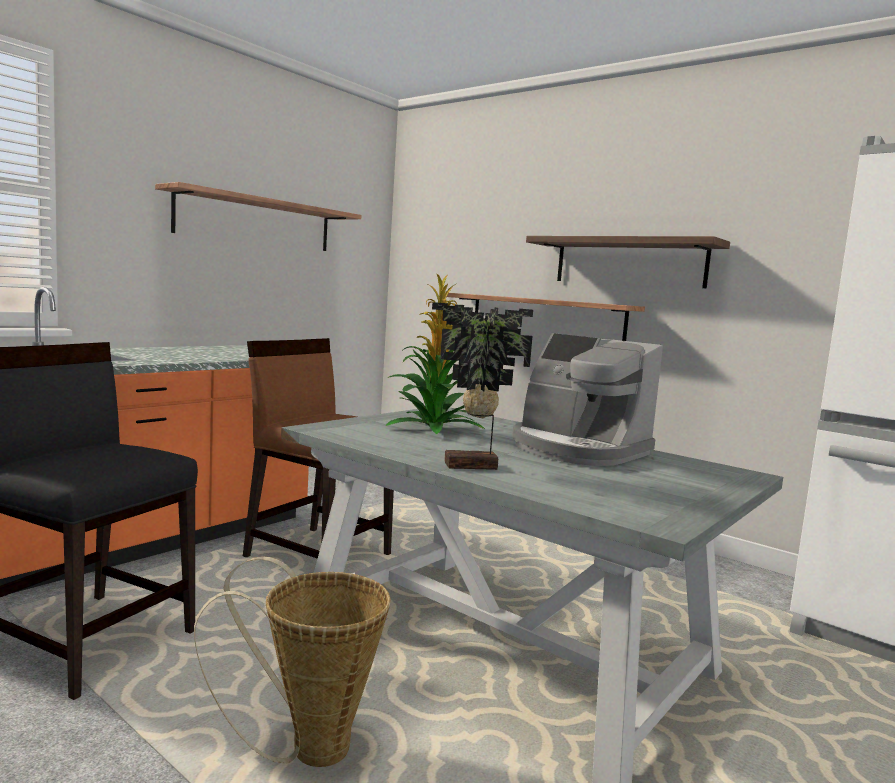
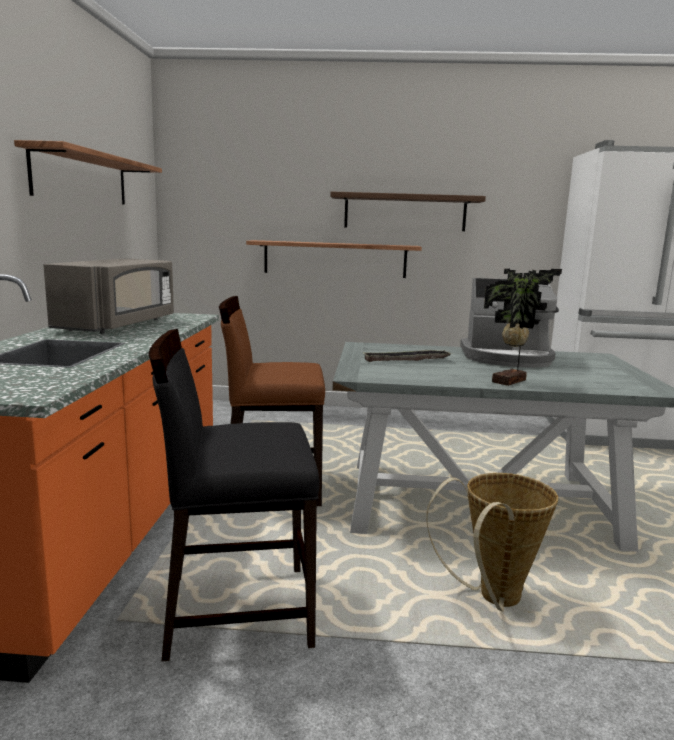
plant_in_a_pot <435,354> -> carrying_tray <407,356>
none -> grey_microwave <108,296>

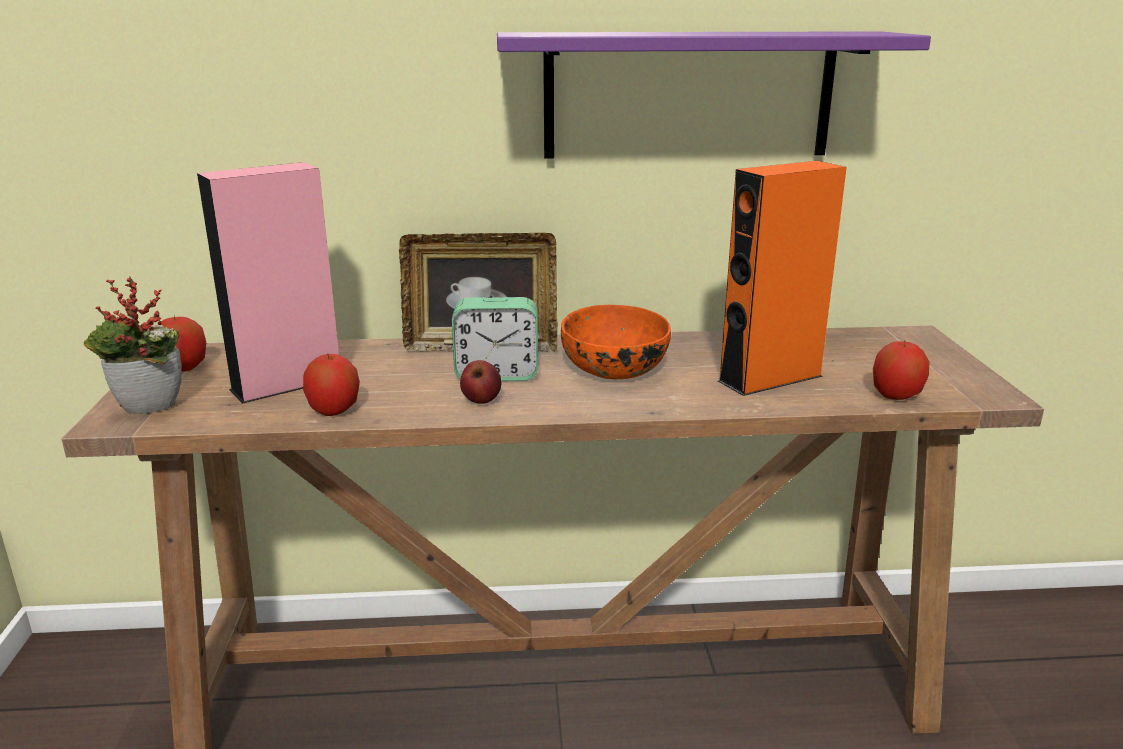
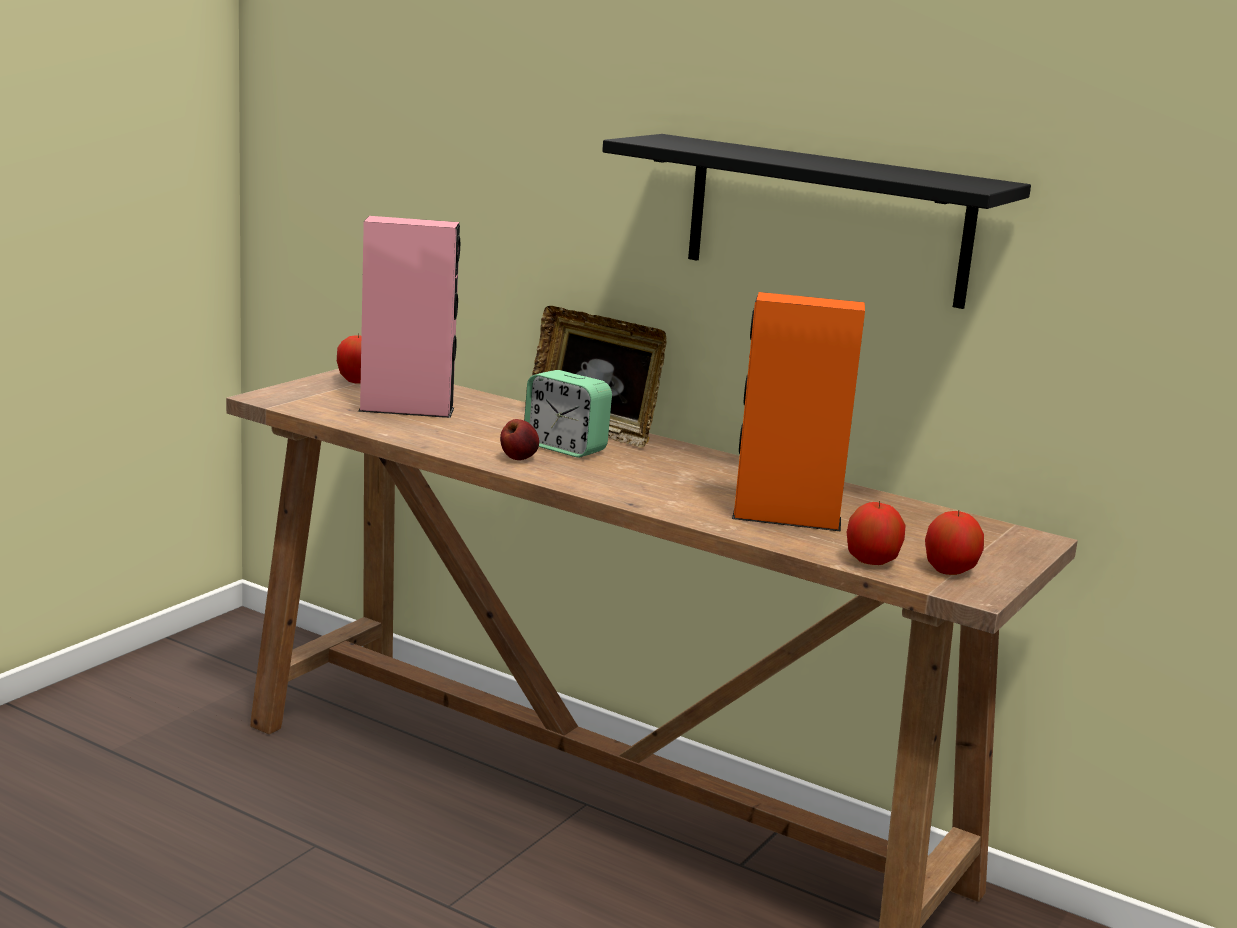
purple_shelf <714,94> -> black-coloured_shelf <816,221>
plant_in_a_pot <133,345> -> none
orange_bowl <616,342> -> none
apple_fruit <331,385> -> apple_fruit <954,542>, relocated

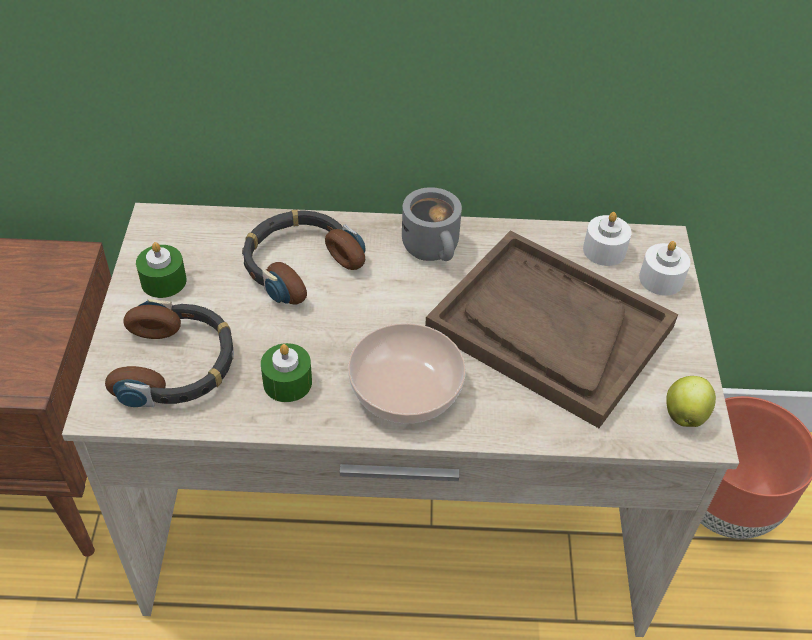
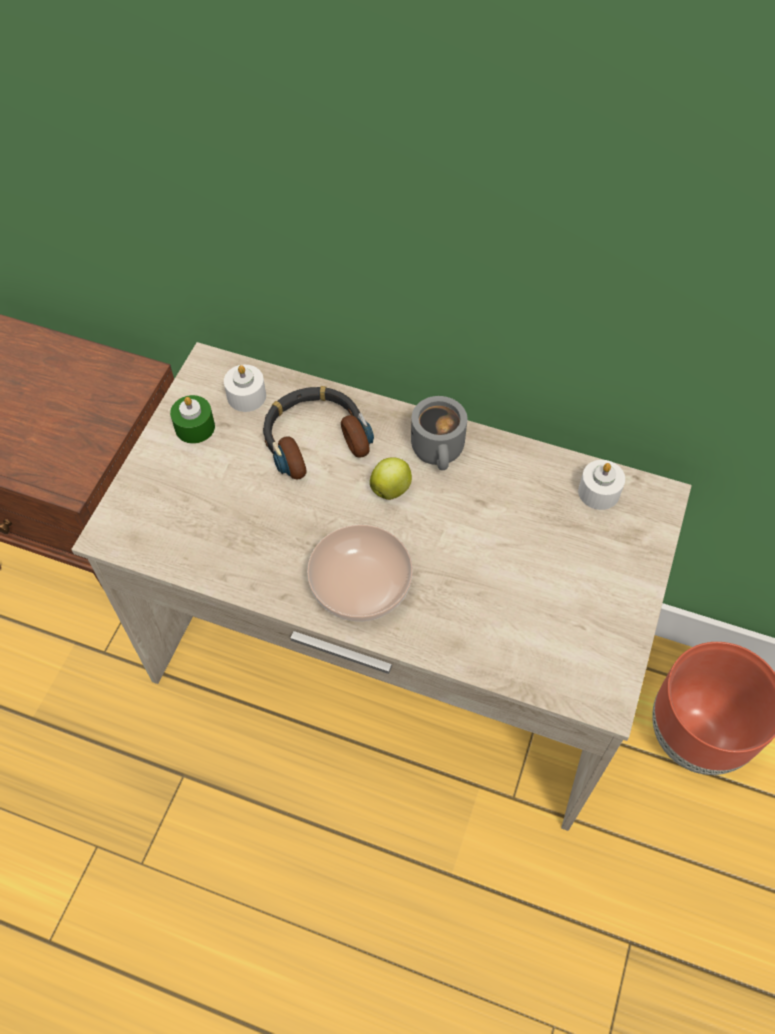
brownish_carrying_tray <551,329> -> none
white-coloured_wax_candle <664,268> -> white-coloured_wax_candle <245,388>, relocated
pair_of_headphones <169,353> -> none
greenish_wax_candle <286,372> -> none
apple_fruit <691,401> -> apple_fruit <391,478>, relocated

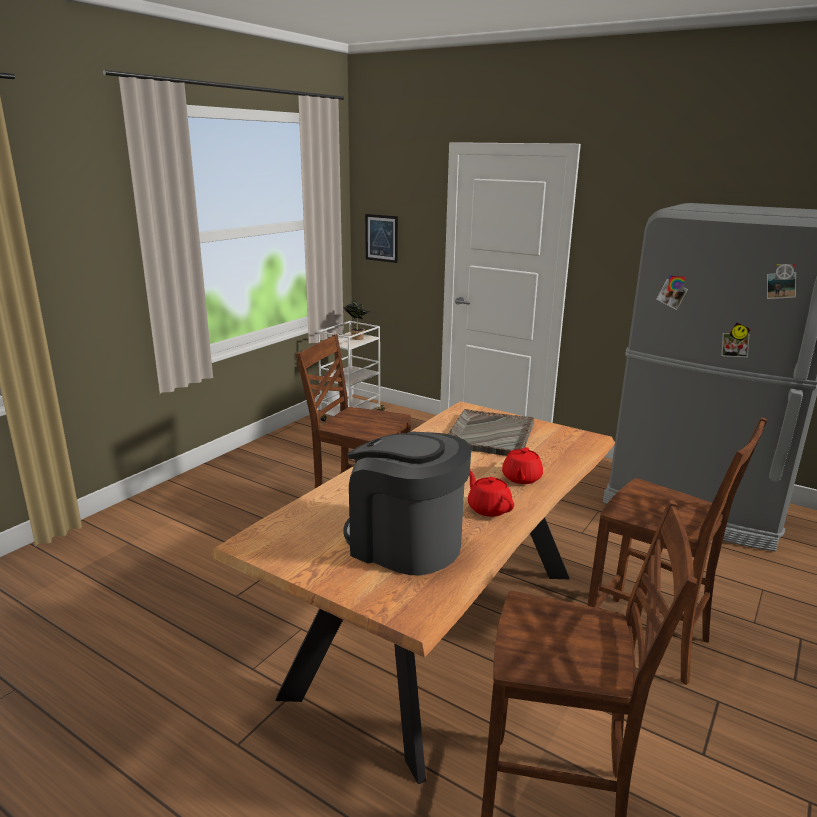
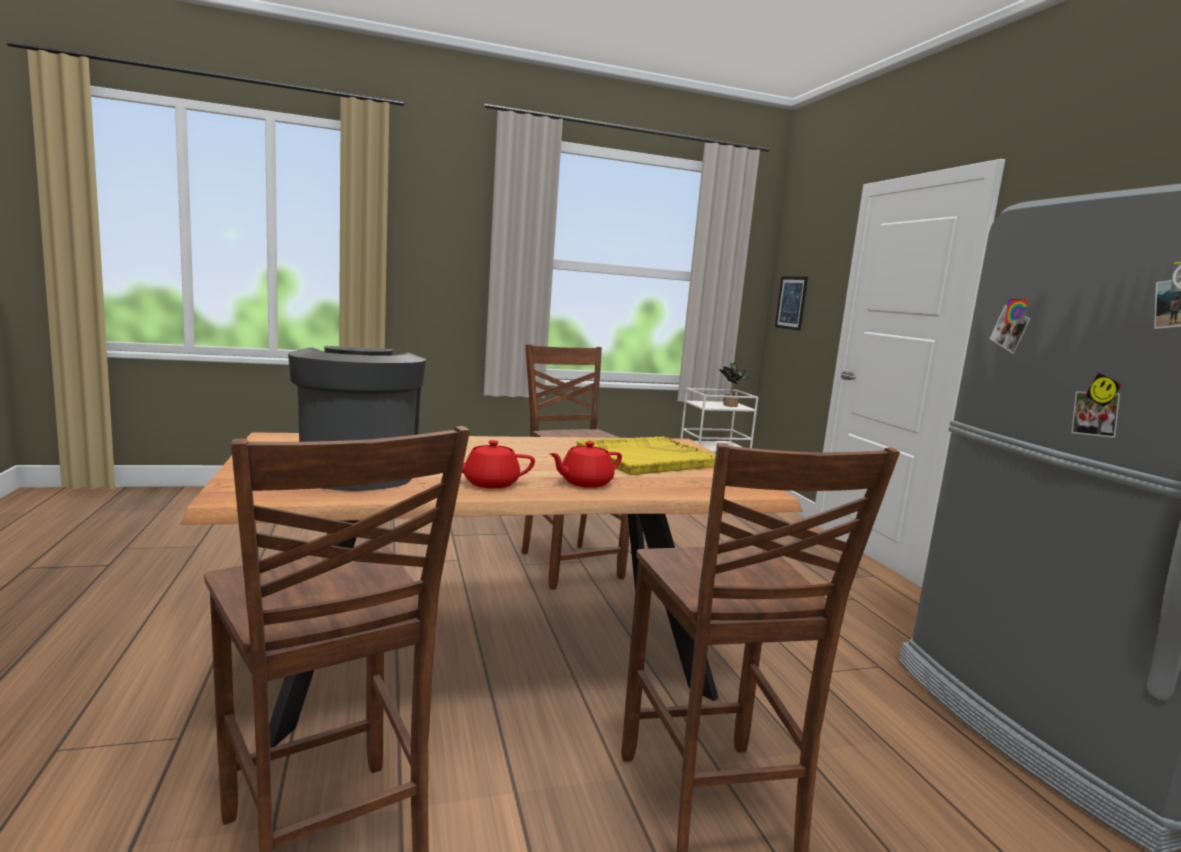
grey_carrying_tray <491,432> -> yellowish_carrying_tray <646,456>
reddish_teapot <491,494> -> reddish_teapot <498,464>, 105 degrees counterclockwise

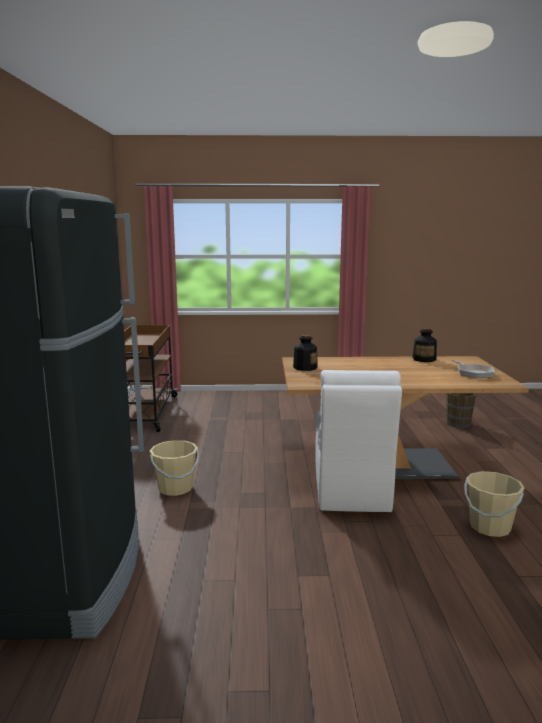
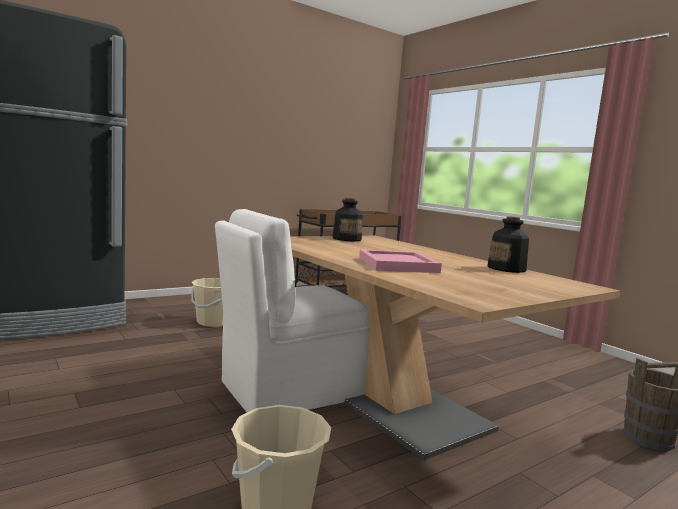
skillet <473,368> -> none
none -> pink-coloured_carrying_tray <400,261>

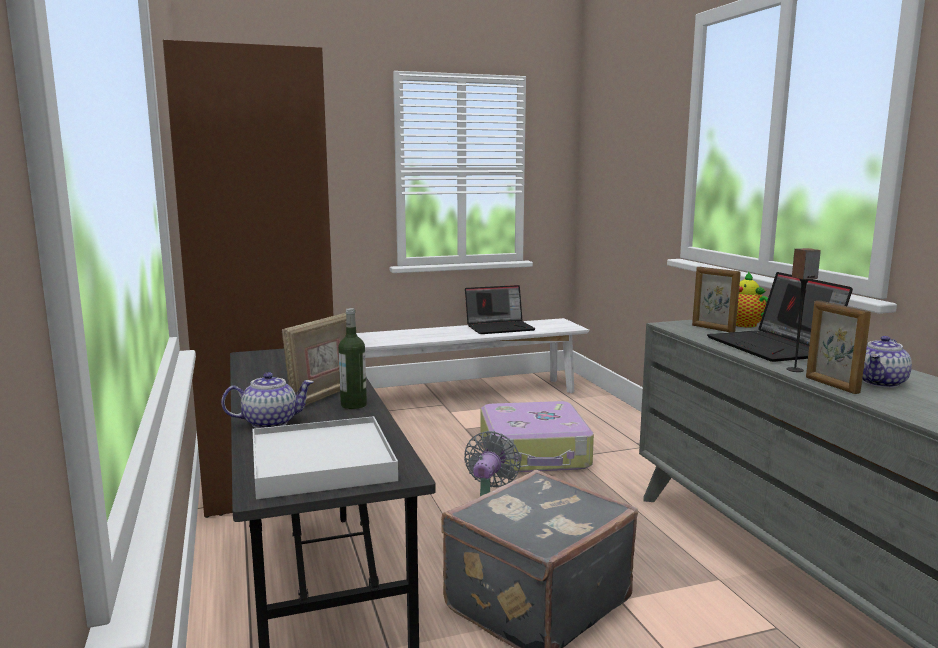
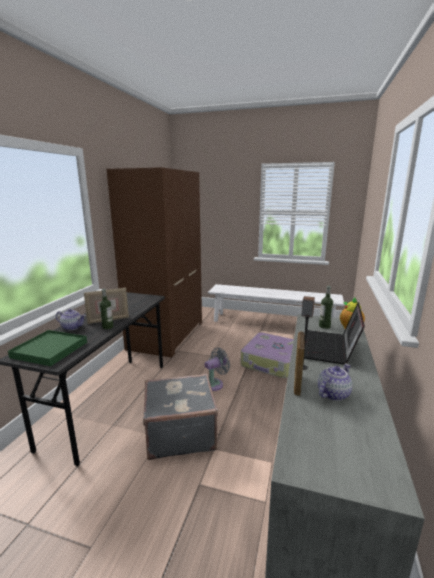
picture_frame <716,299> -> beverage_bottle <326,307>
notebook_computer <500,309> -> none
teapot <887,362> -> teapot <335,382>, 150 degrees clockwise
white-coloured_carrying_tray <325,457> -> greenish_carrying_tray <47,348>

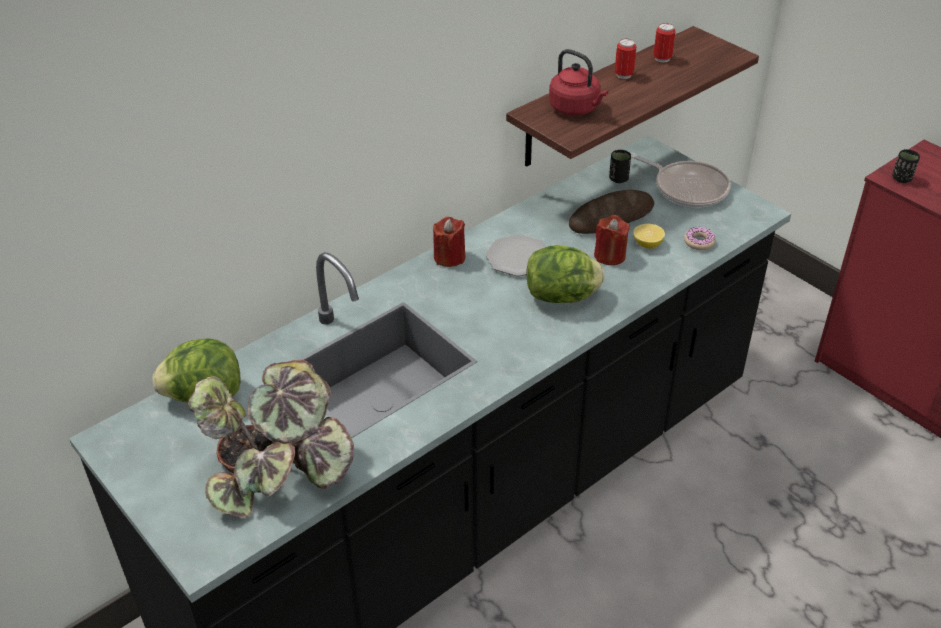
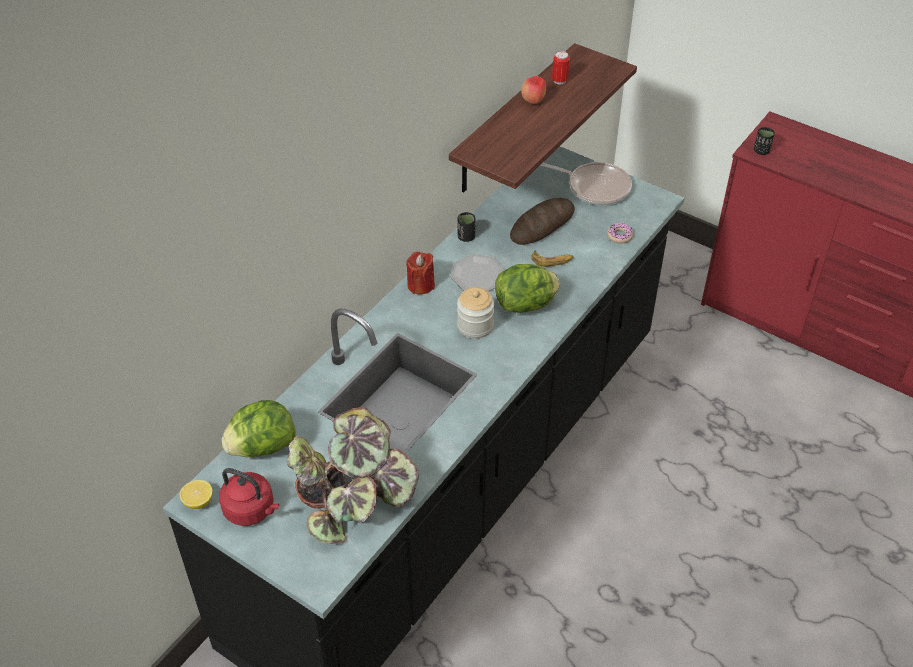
can <625,59> -> apple_fruit <533,90>
reddish_water_kettle <578,82> -> reddish_water_kettle <249,497>, relocated
black-coloured_cup <620,166> -> black-coloured_cup <466,227>, relocated
reddish_wax_candle <612,240> -> whole_banana <552,258>
whole_lemon <649,236> -> whole_lemon <196,494>, relocated
none -> storage_jar <475,313>

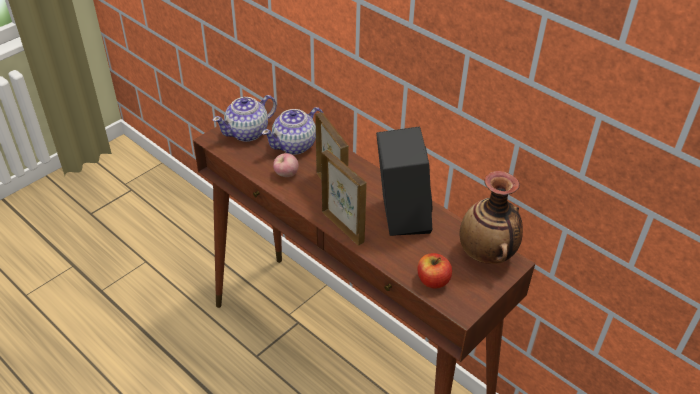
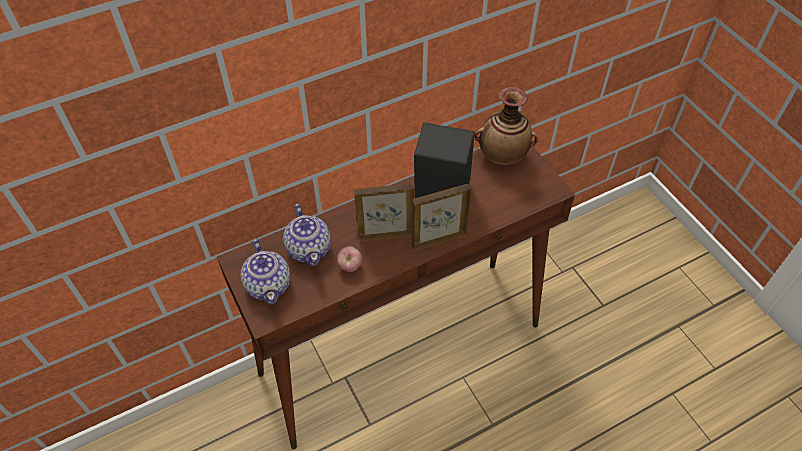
apple_fruit <434,270> -> none

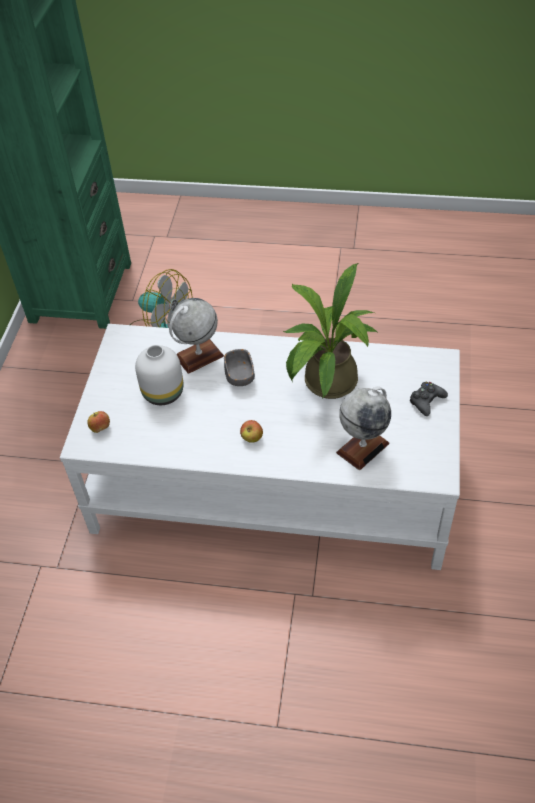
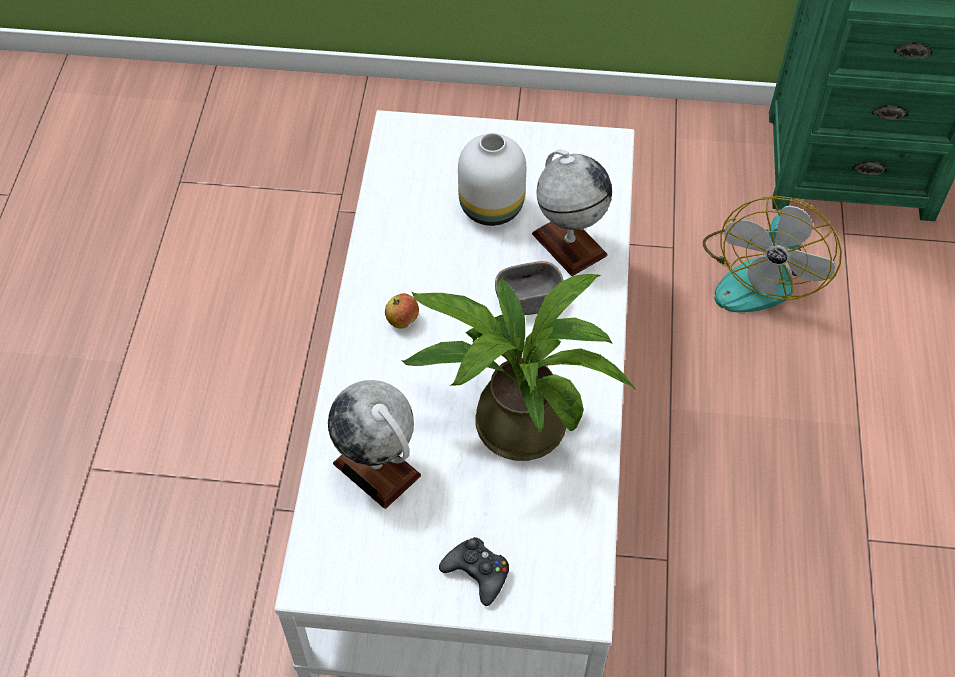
apple_fruit <98,422> -> none

